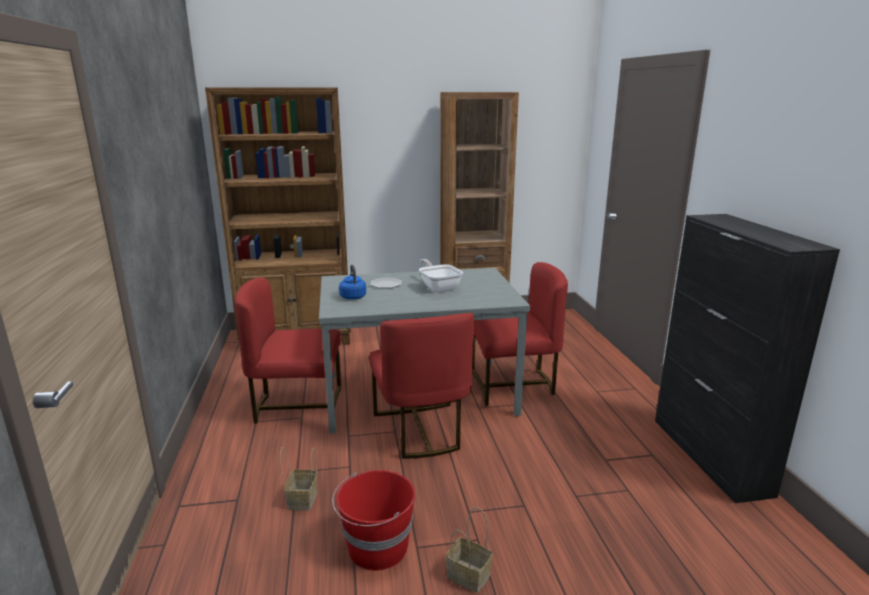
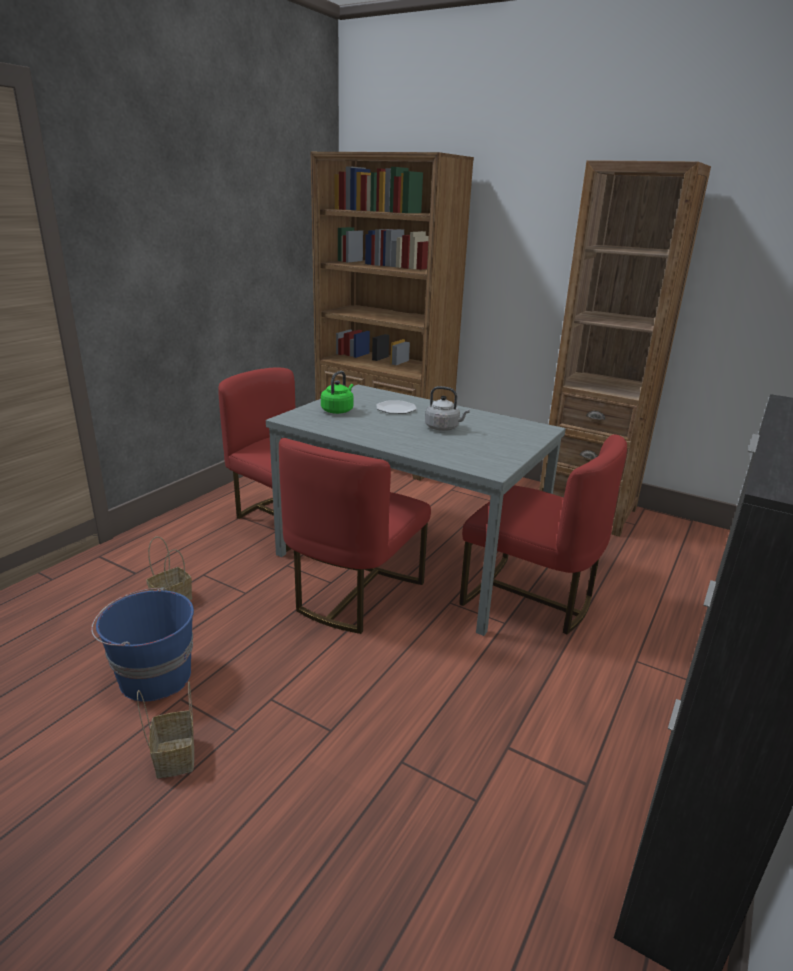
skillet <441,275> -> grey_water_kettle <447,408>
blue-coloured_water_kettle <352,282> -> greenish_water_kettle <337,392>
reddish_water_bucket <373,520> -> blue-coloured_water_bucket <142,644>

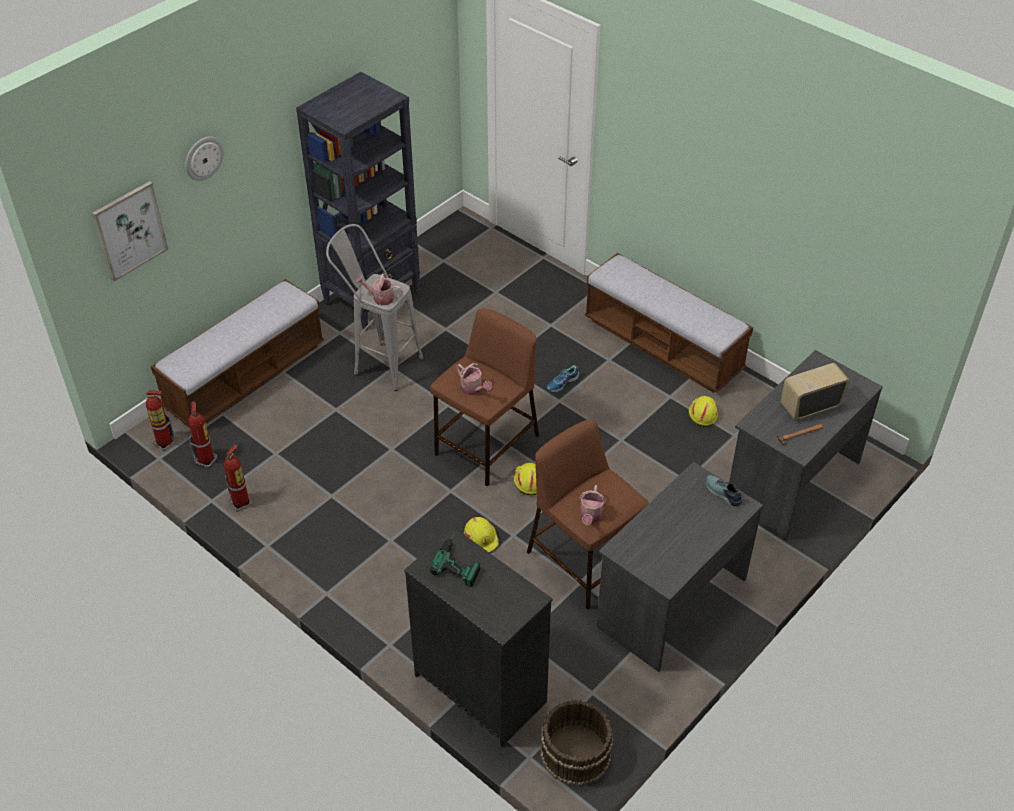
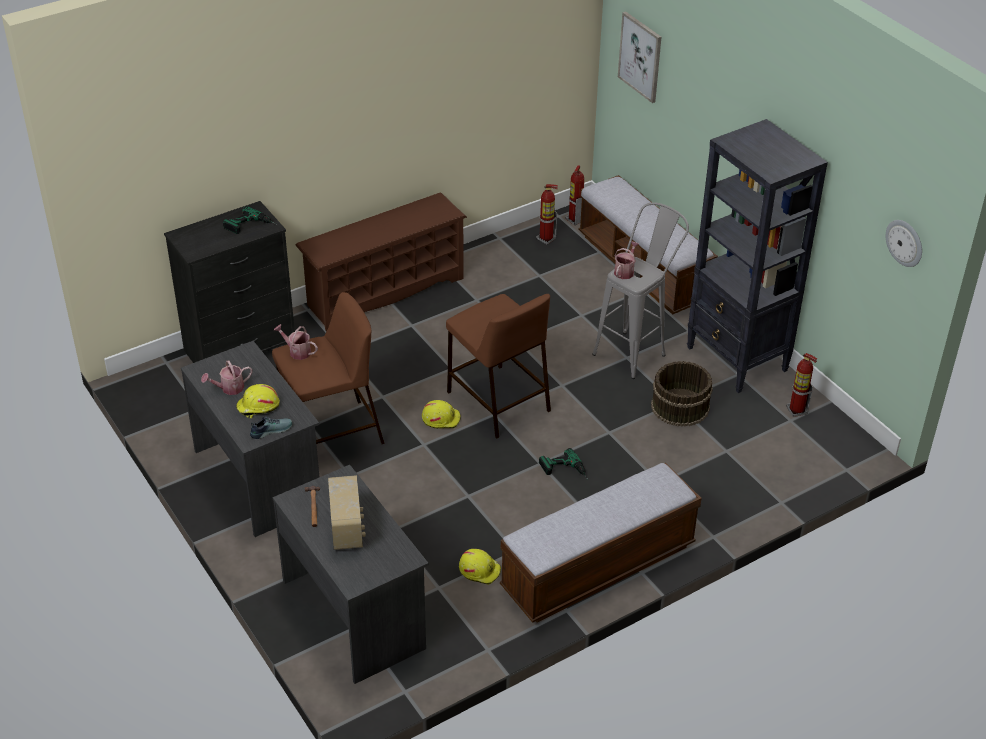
wall_clock <204,159> -> wall_clock <904,243>, relocated
sprinkling_can <474,379> -> sprinkling_can <226,378>, relocated
item_of_footwear <563,378> -> power_drill <563,463>
fire_extinguisher <238,478> -> fire_extinguisher <802,385>, relocated
yellowish_hard_hat <481,535> -> yellowish_hard_hat <258,401>, relocated
brownish_water_bucket <576,743> -> brownish_water_bucket <682,394>, relocated
none -> brownish_shoe_shelf <381,262>

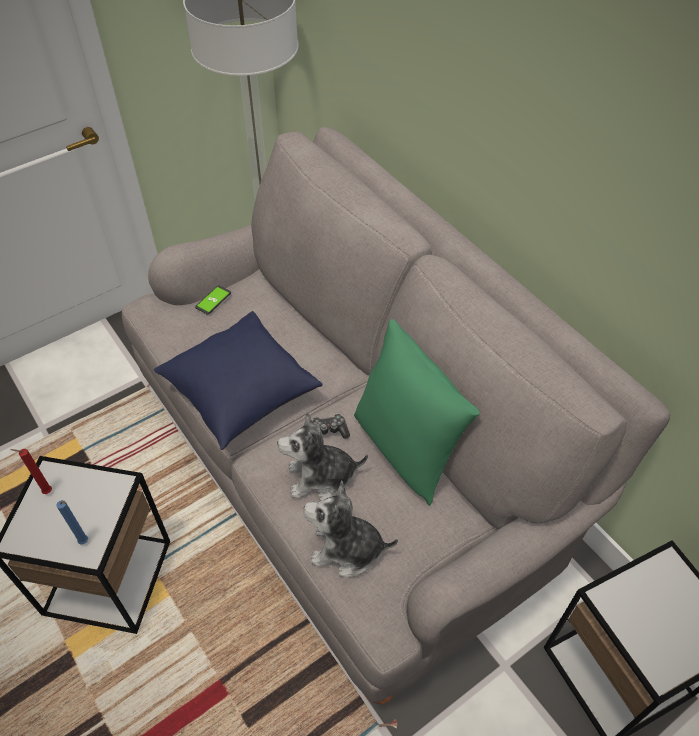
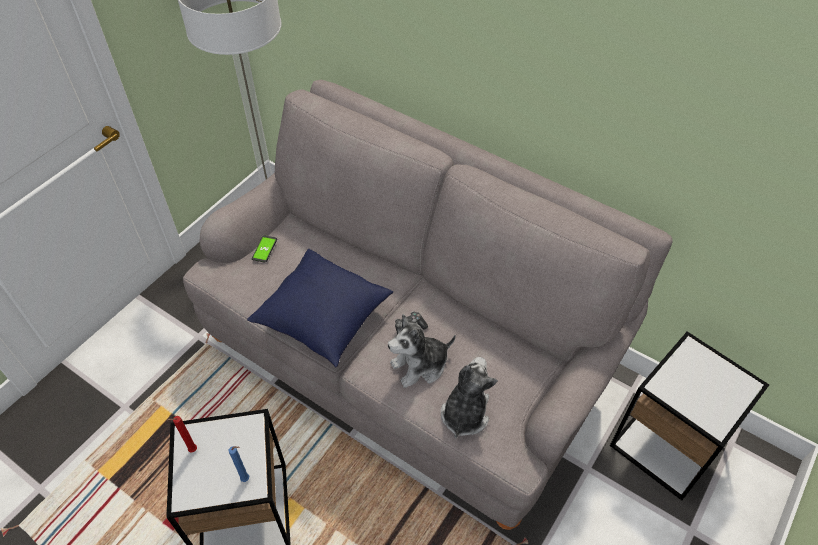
greenish_cushion <417,412> -> none
plush_toy <351,529> -> plush_toy <469,398>, 120 degrees clockwise

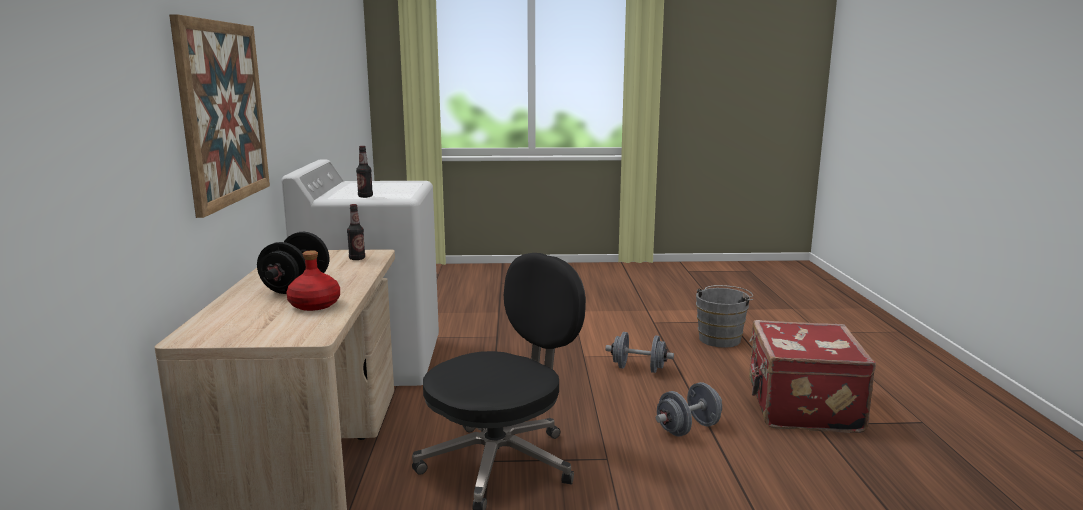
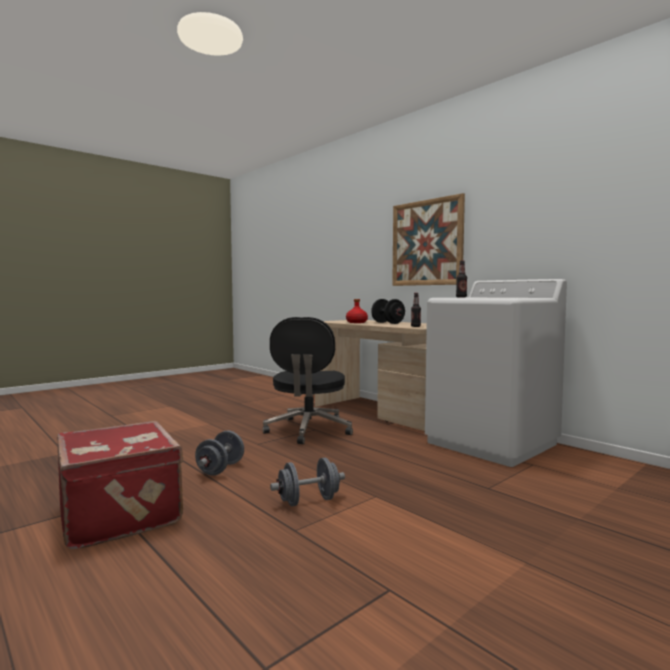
grey_water_bucket <724,316> -> none

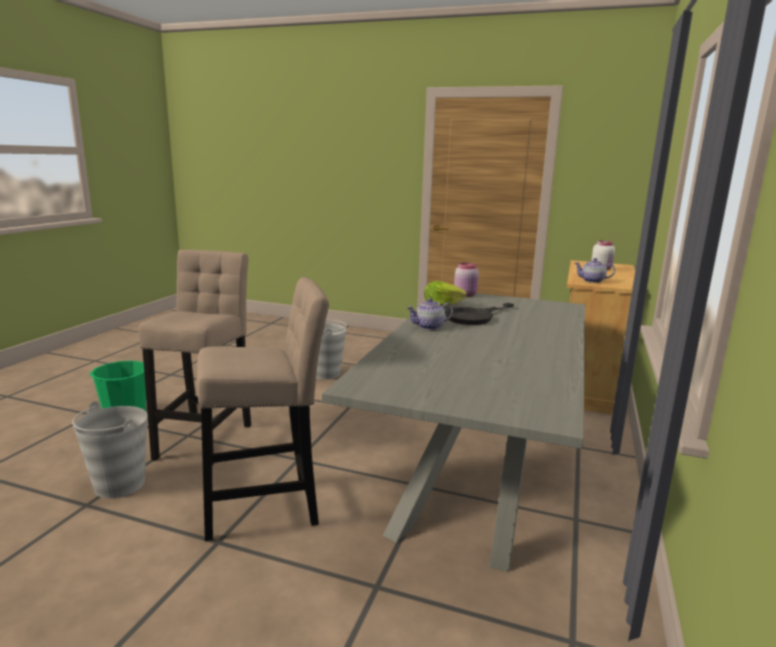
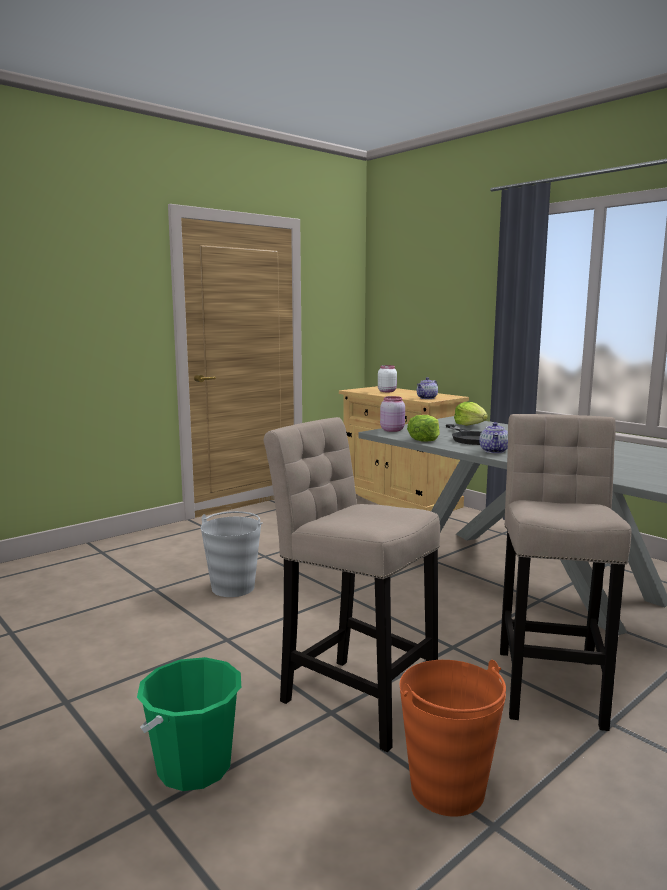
grey_water_bucket <109,449> -> orange_water_bucket <453,738>
none -> lettuce_head <471,414>

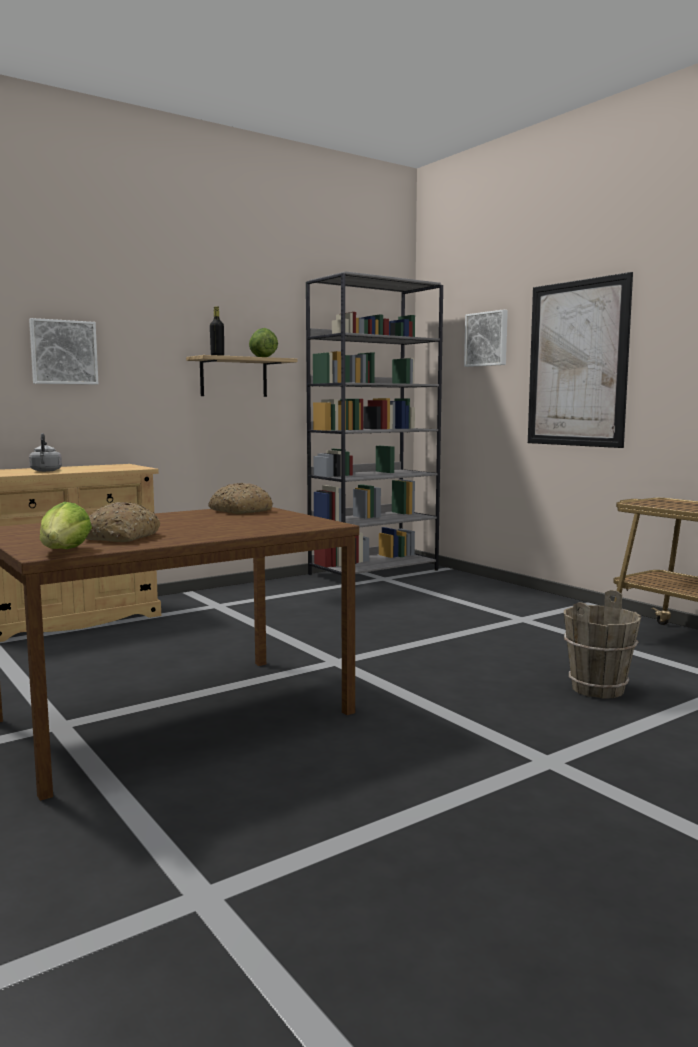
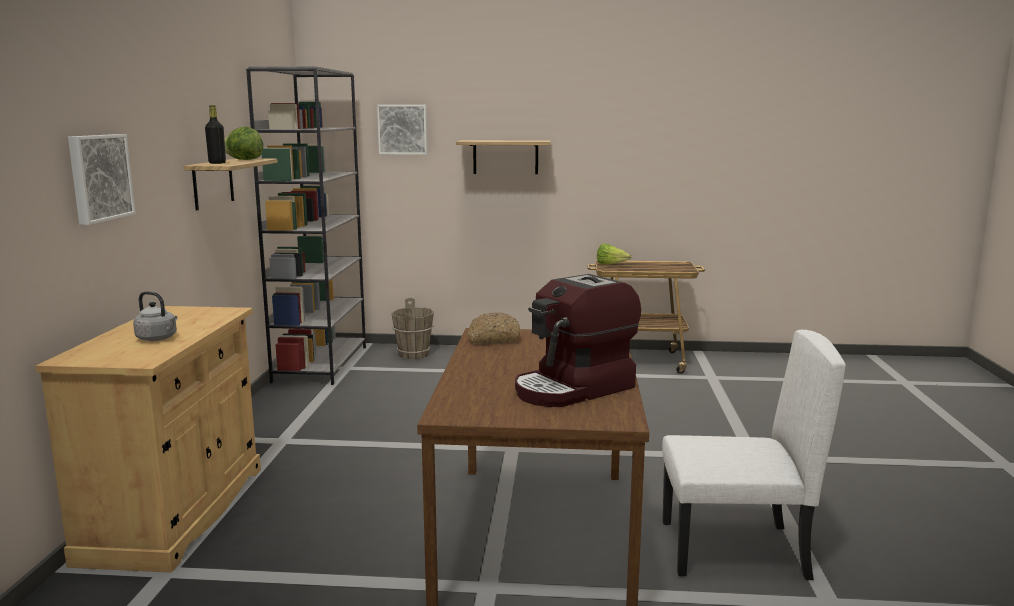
wall_art <580,360> -> shelf <503,157>
lettuce_head <66,525> -> lettuce_head <614,254>, relocated
baked_bread <123,522> -> coffee_maker <578,340>
brownish_water_bucket <602,644> -> brownish_water_bucket <413,328>, relocated
none -> white-coloured_plain_chair <754,455>

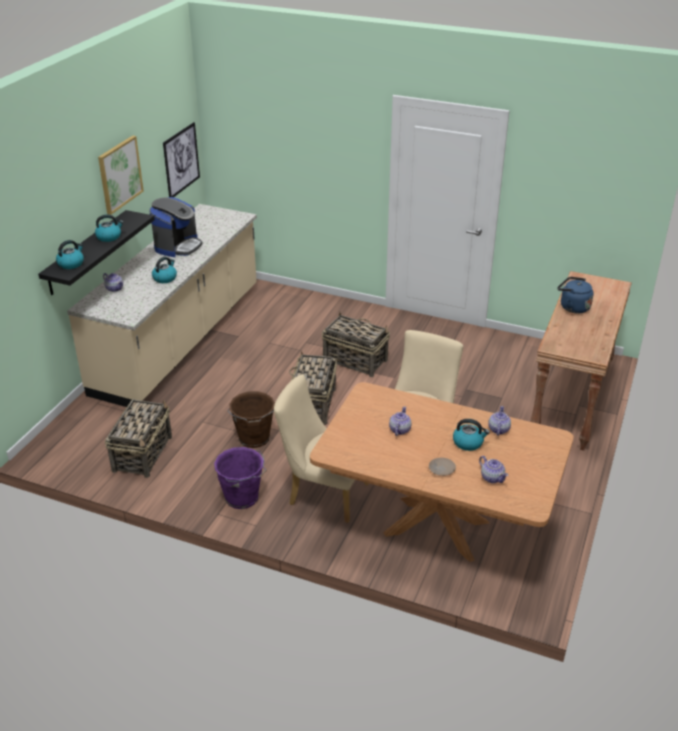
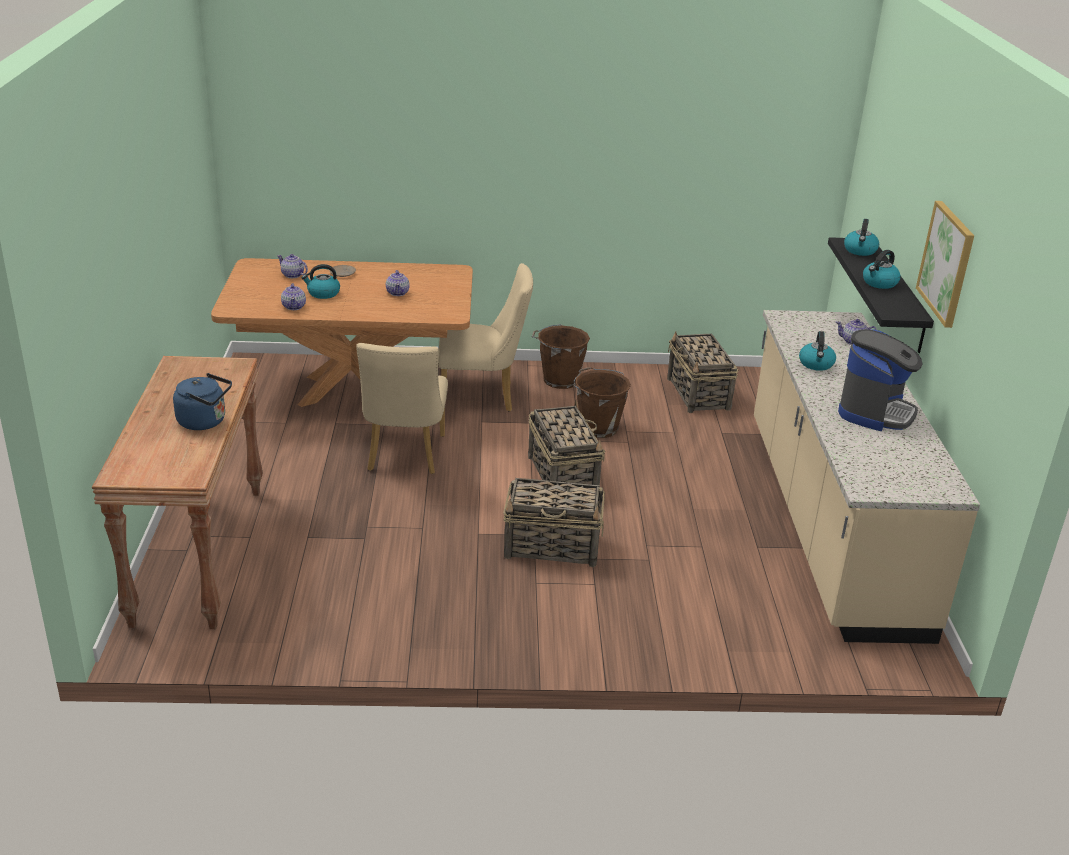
wall_art <181,159> -> none
coffee_maker <176,227> -> coffee_maker <880,380>, 150 degrees counterclockwise
purple_water_bucket <240,478> -> brownish_water_bucket <561,356>

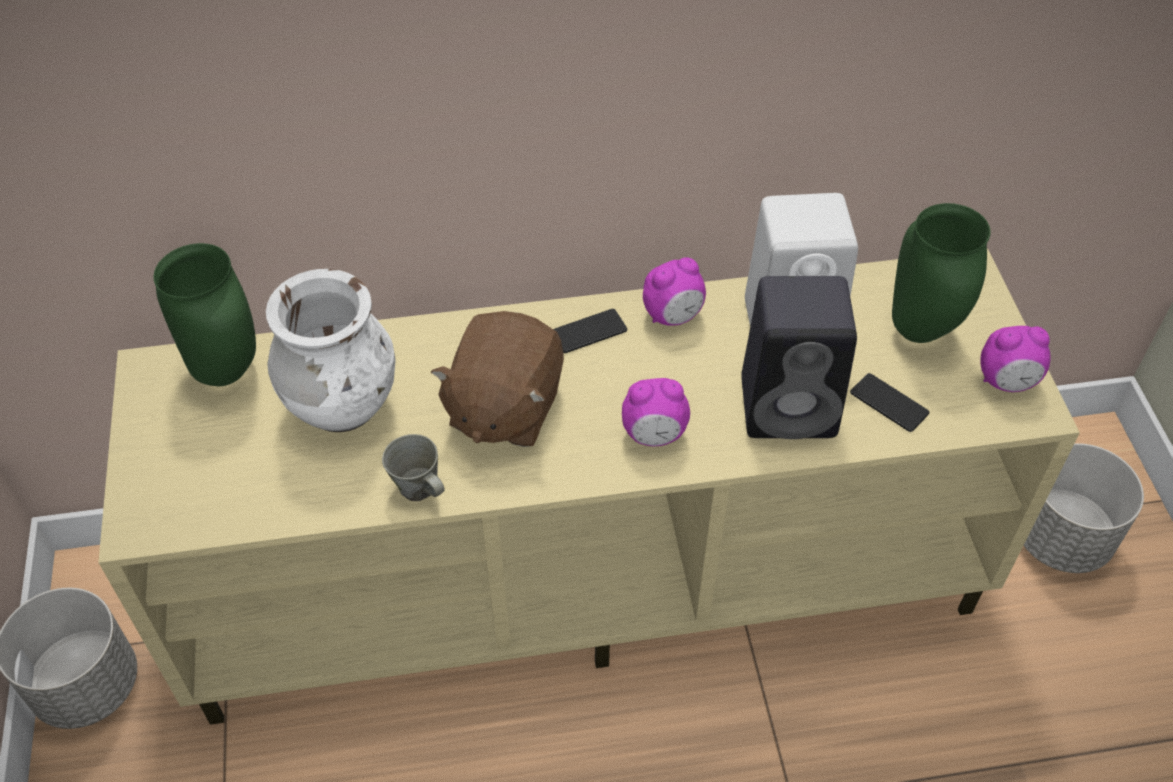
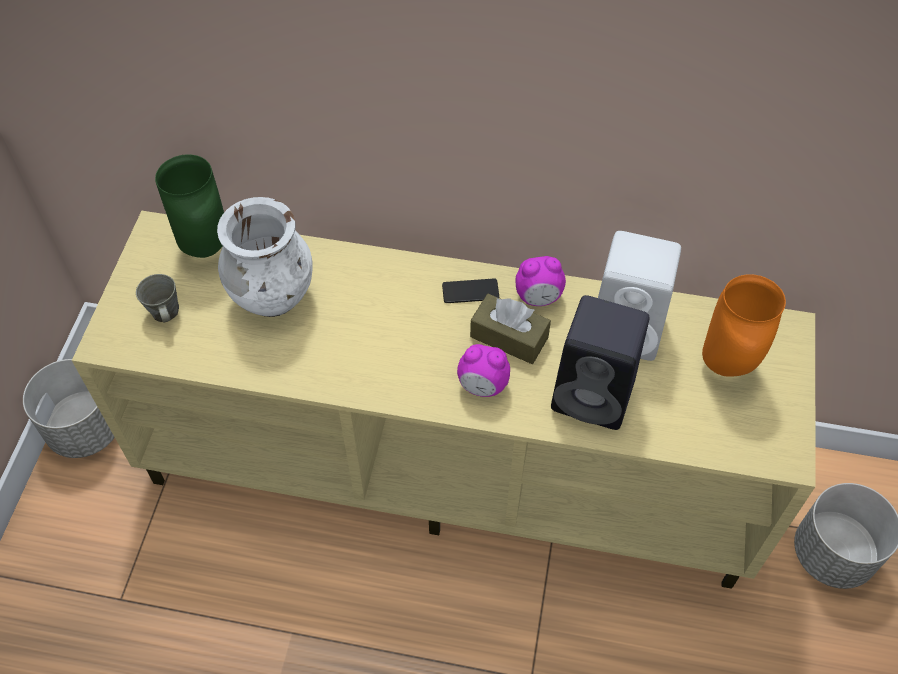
greenish_flower_vase <941,273> -> orange_flower_vase <744,325>
brownish_plush_toy <497,379> -> none
bedside_clock <1015,359> -> none
telephone <889,402> -> none
grey_mug <413,467> -> grey_mug <157,298>, relocated
none -> brownish_tissue_box <510,329>

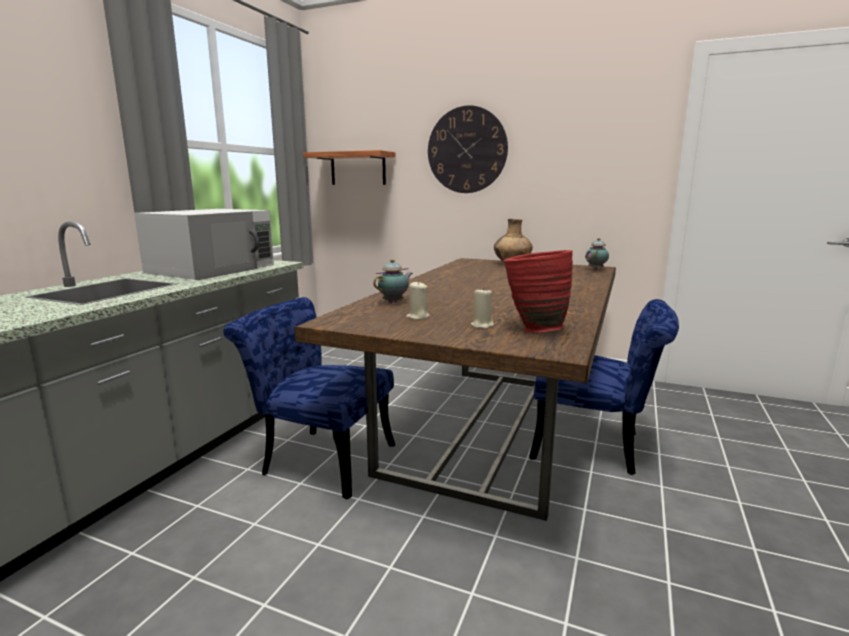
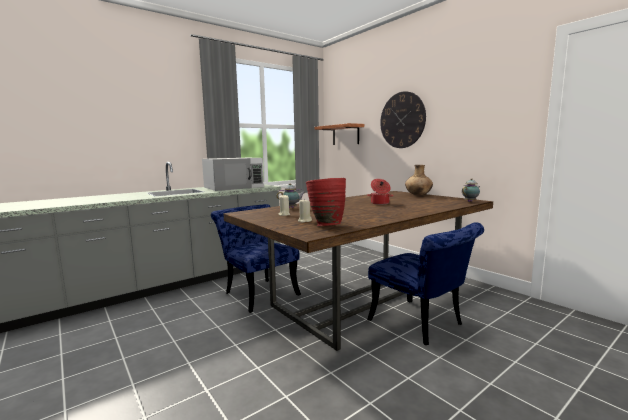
none -> stockpot <380,192>

